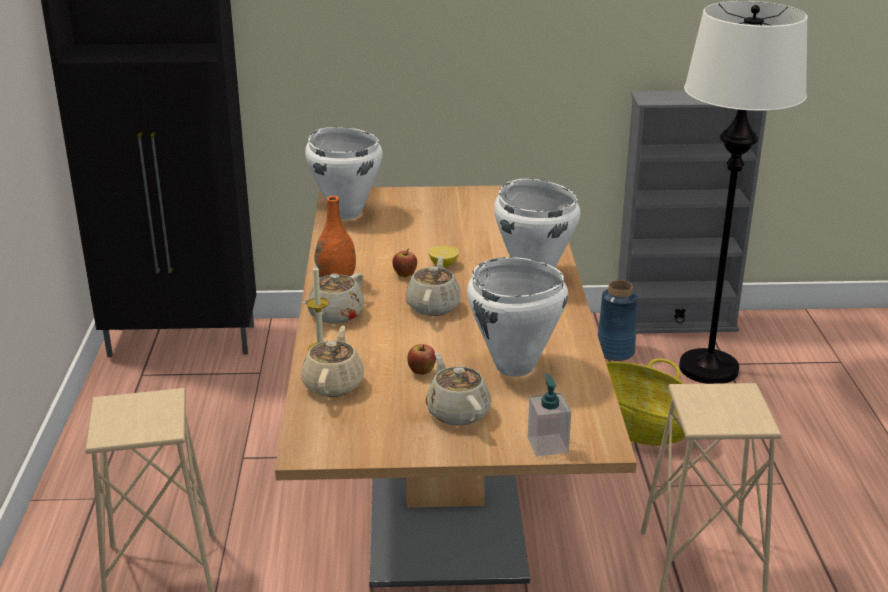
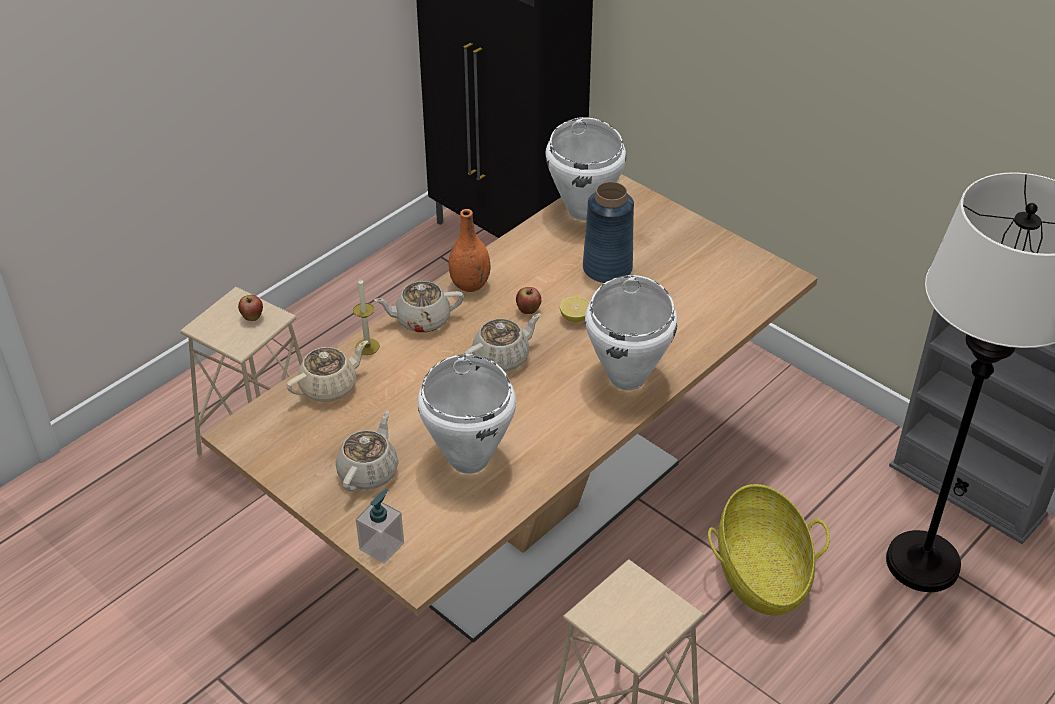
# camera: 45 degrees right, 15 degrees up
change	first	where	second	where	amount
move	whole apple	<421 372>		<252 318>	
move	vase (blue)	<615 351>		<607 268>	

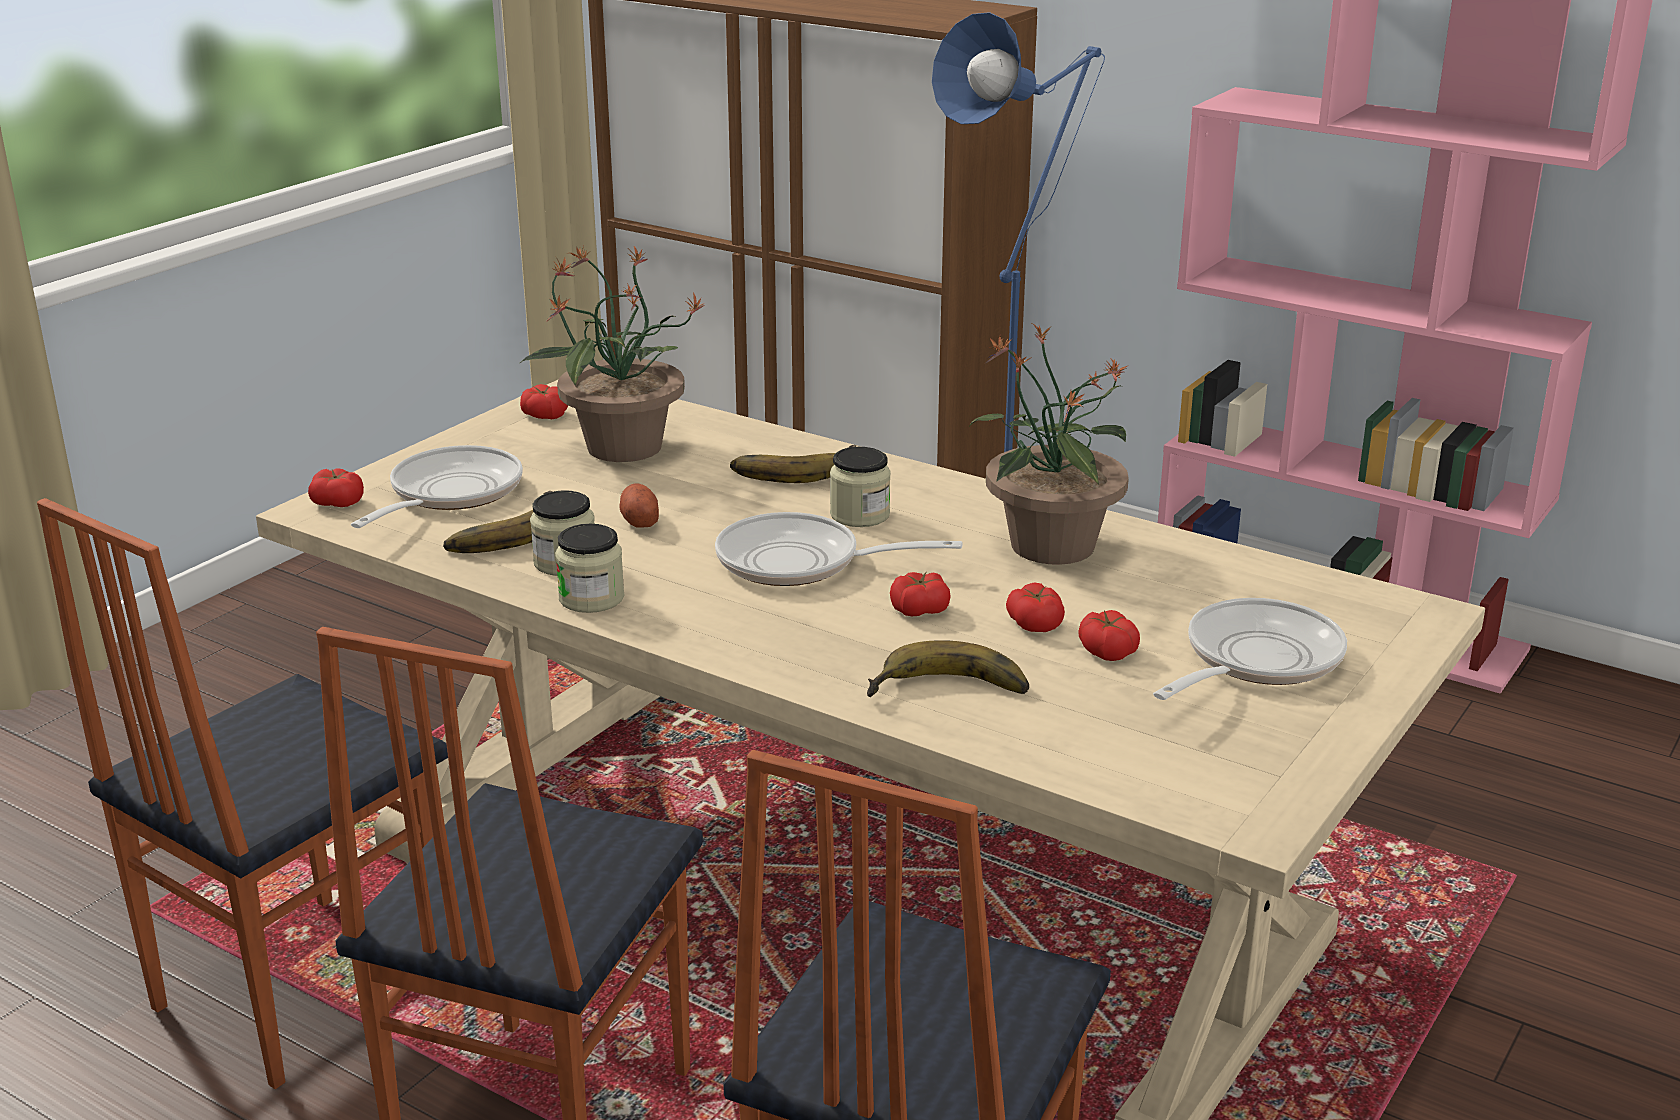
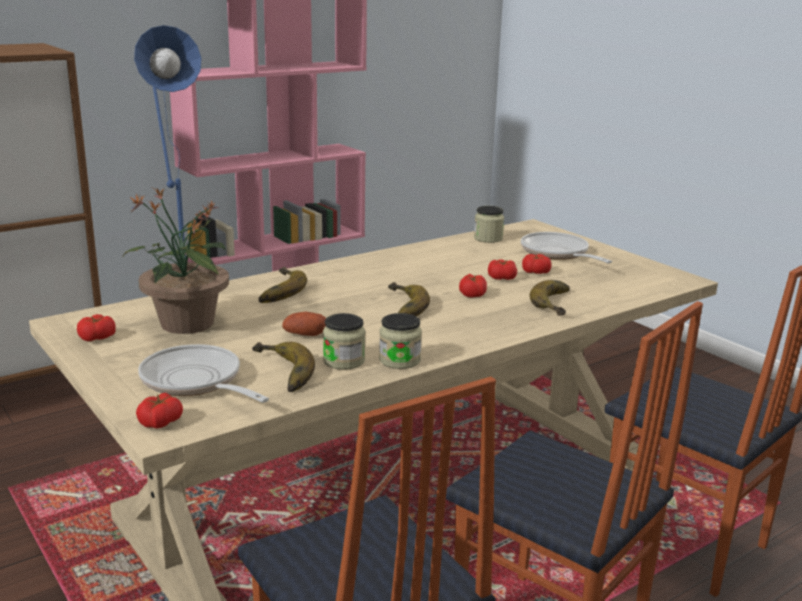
# camera: 70 degrees left, 5 degrees down
change	first	where	second	where	amount
replace	frying pan	<801 563>	banana	<399 307>	
move	jar	<860 515>		<488 238>	
delete	houseplant	<1050 547>			

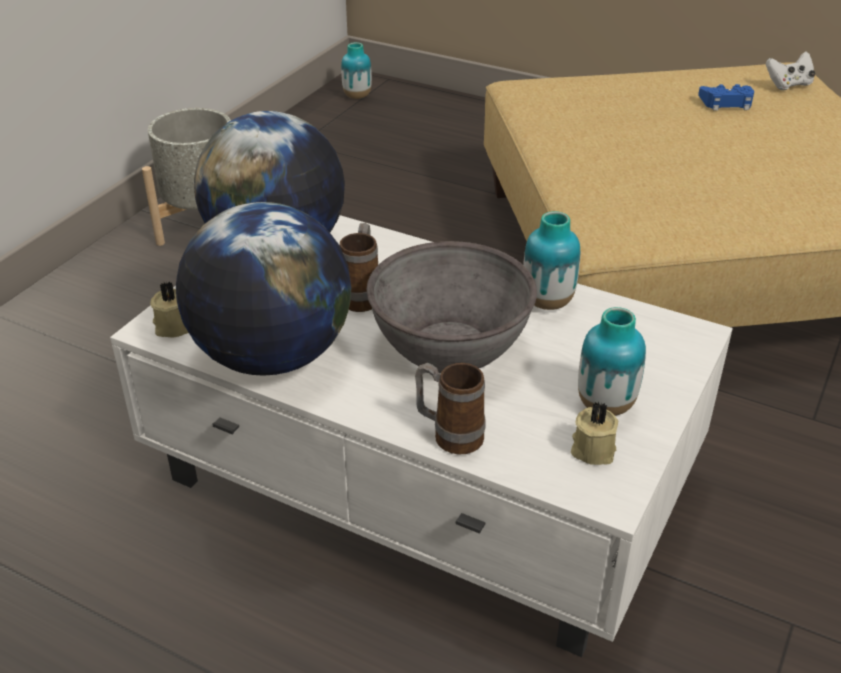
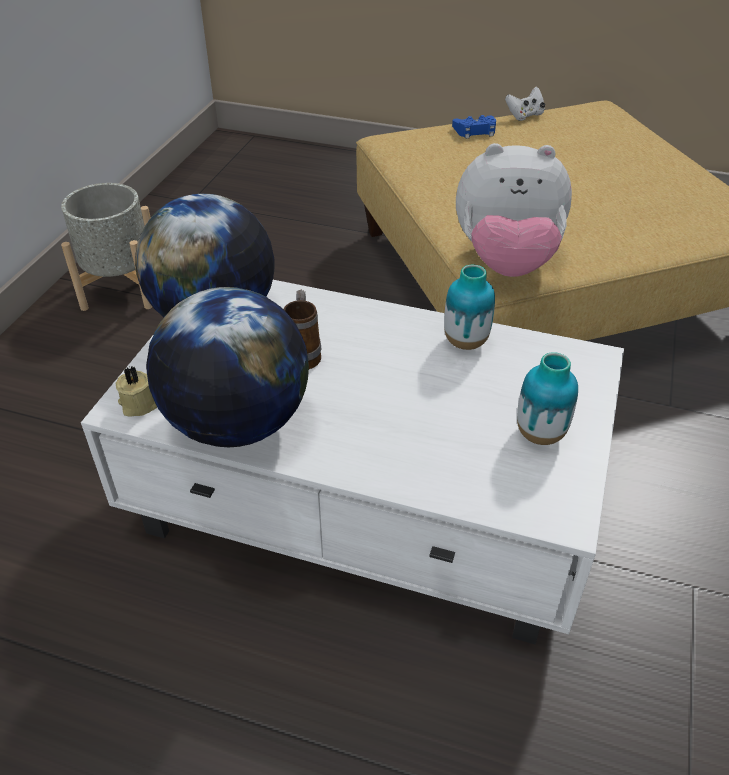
# camera: 10 degrees left, 5 degrees up
change	first	where	second	where	amount
delete	vase	<357 96>			
delete	bowl (greyish)	<449 347>			
delete	mug	<449 435>			
delete	candle (beige-coloured)	<592 449>			
move	game controller (blue)	<726 103>		<475 131>	
move	game controller (whitish)	<788 85>		<524 115>	
insert			soft toy	<506 262>	

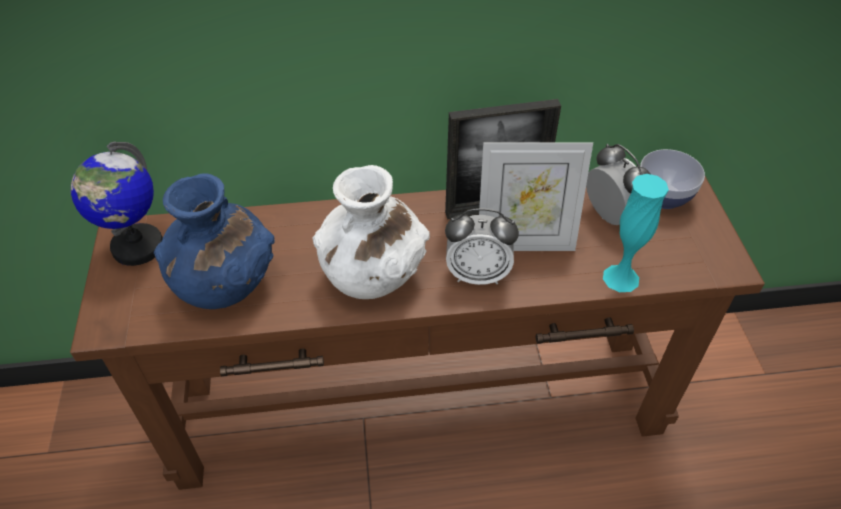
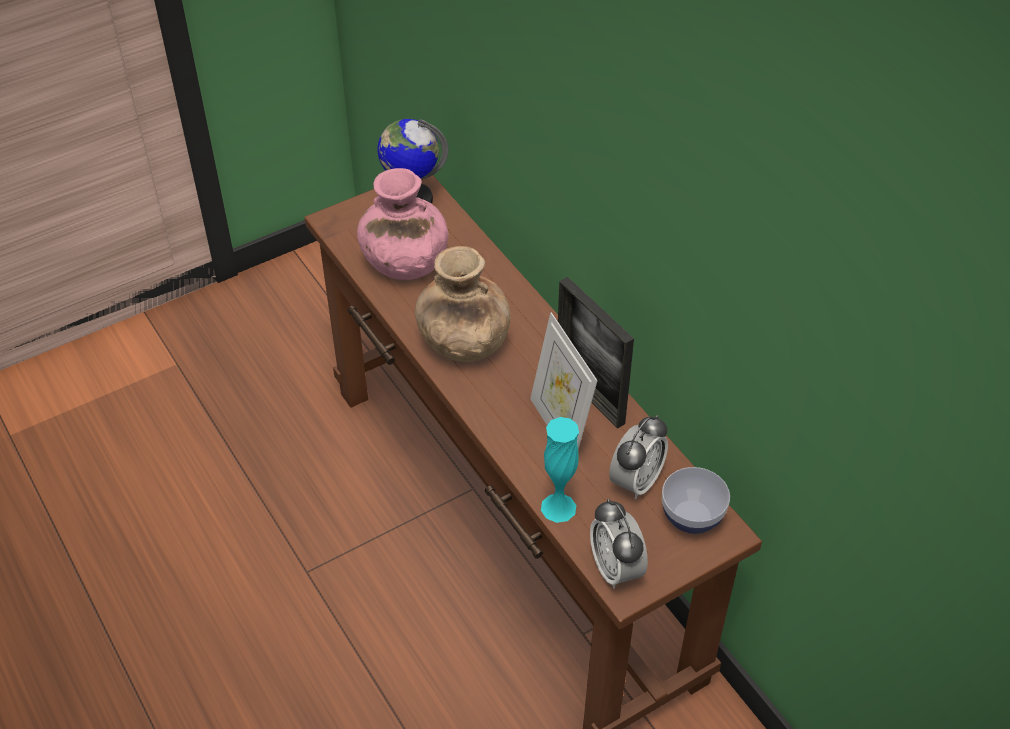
# camera: 65 degrees right, 0 degrees up
change	first	where	second	where	amount
recolor	vase (blue)	<224 284>	vase (pinkish)	<404 263>	
recolor	vase (whitish)	<372 275>	vase (brown-coloured)	<463 343>	
move	alarm clock	<477 274>		<616 569>	

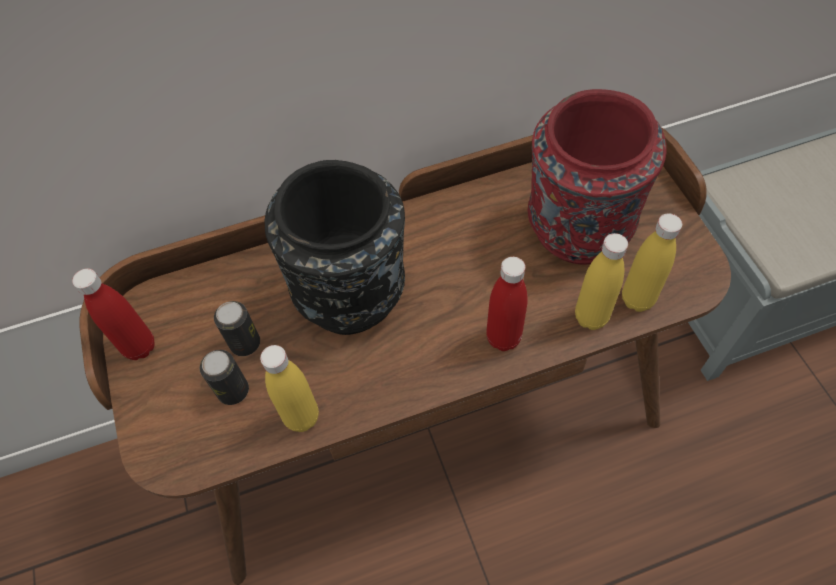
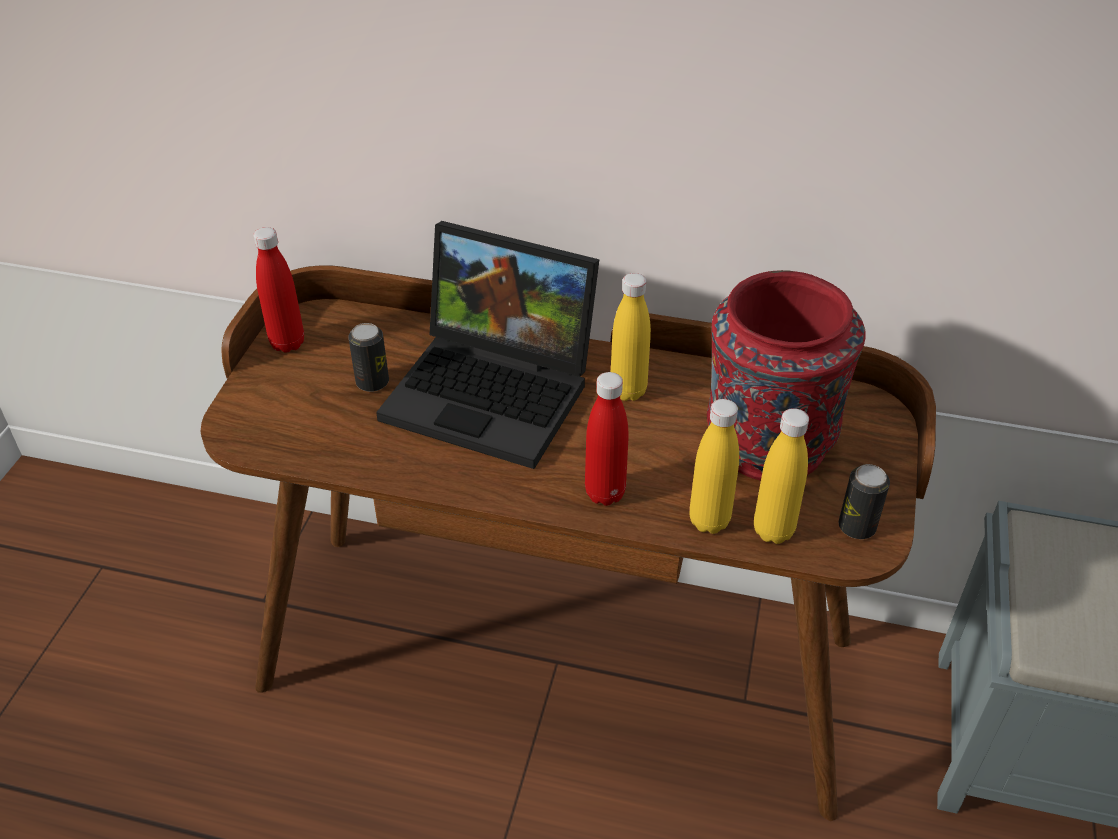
# camera: 30 degrees right, 15 degrees down
change	first	where	second	where	amount
move	can	<233 391>		<857 527>	
move	bottle (yellow)	<301 417>		<628 391>	
replace	vase (blackish)	<352 295>	notebook computer	<496 392>	

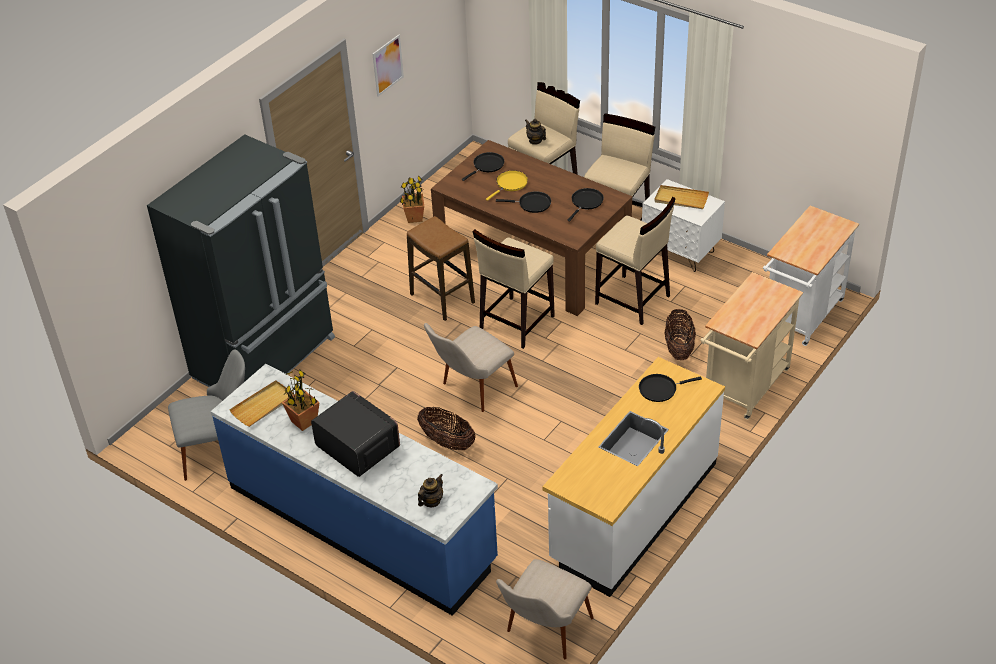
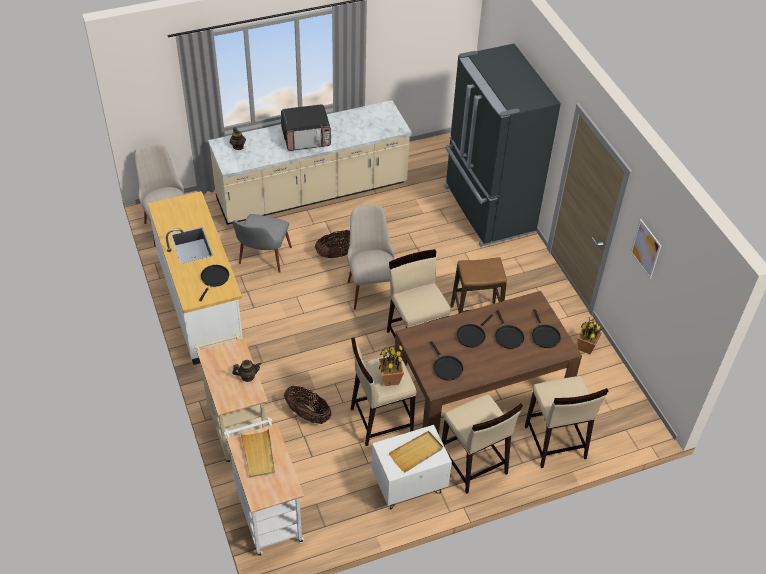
# camera: 120 degrees right, 5 degrees up
change	first	where	second	where	amount
move	plain chair (greyish)	<218 449>		<262 261>	
recolor	kitchen base unit (blue)	<361 523>	kitchen base unit (beige-coloured)	<312 193>	
move	carrying tray (beige-coloured)	<263 405>		<258 454>	
move	houseplant	<304 421>		<390 379>	
recolor	frying pan (yellow)	<510 184>	frying pan (blackish)	<508 336>	
move	teapot	<535 140>		<247 376>	

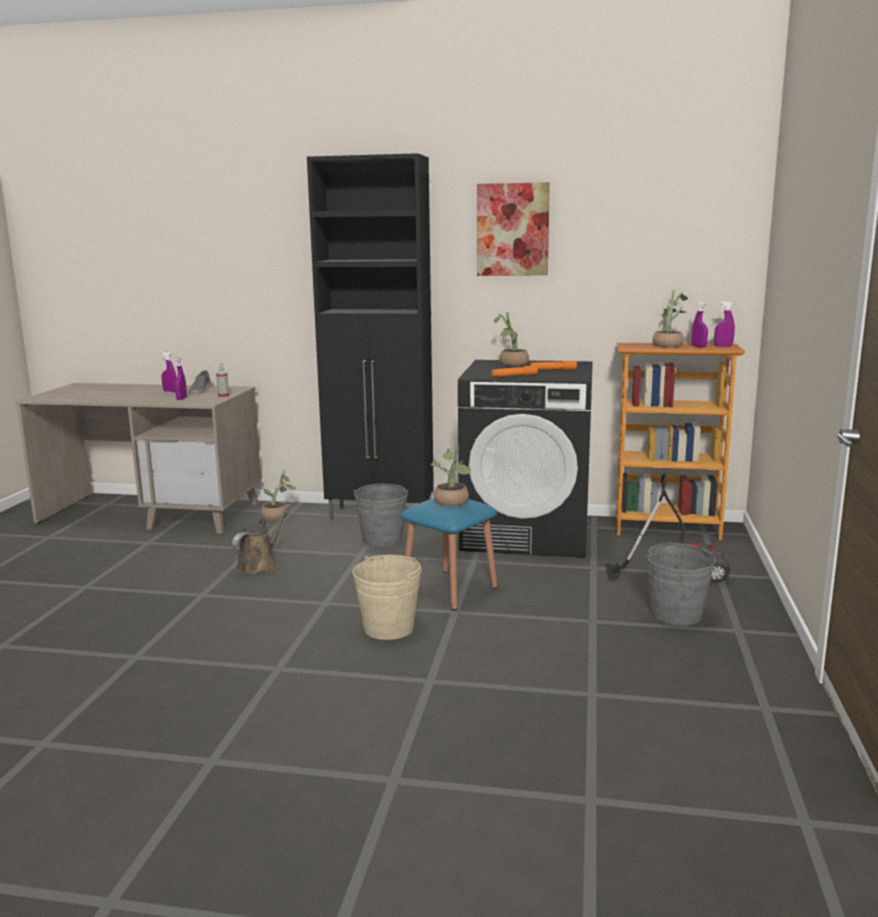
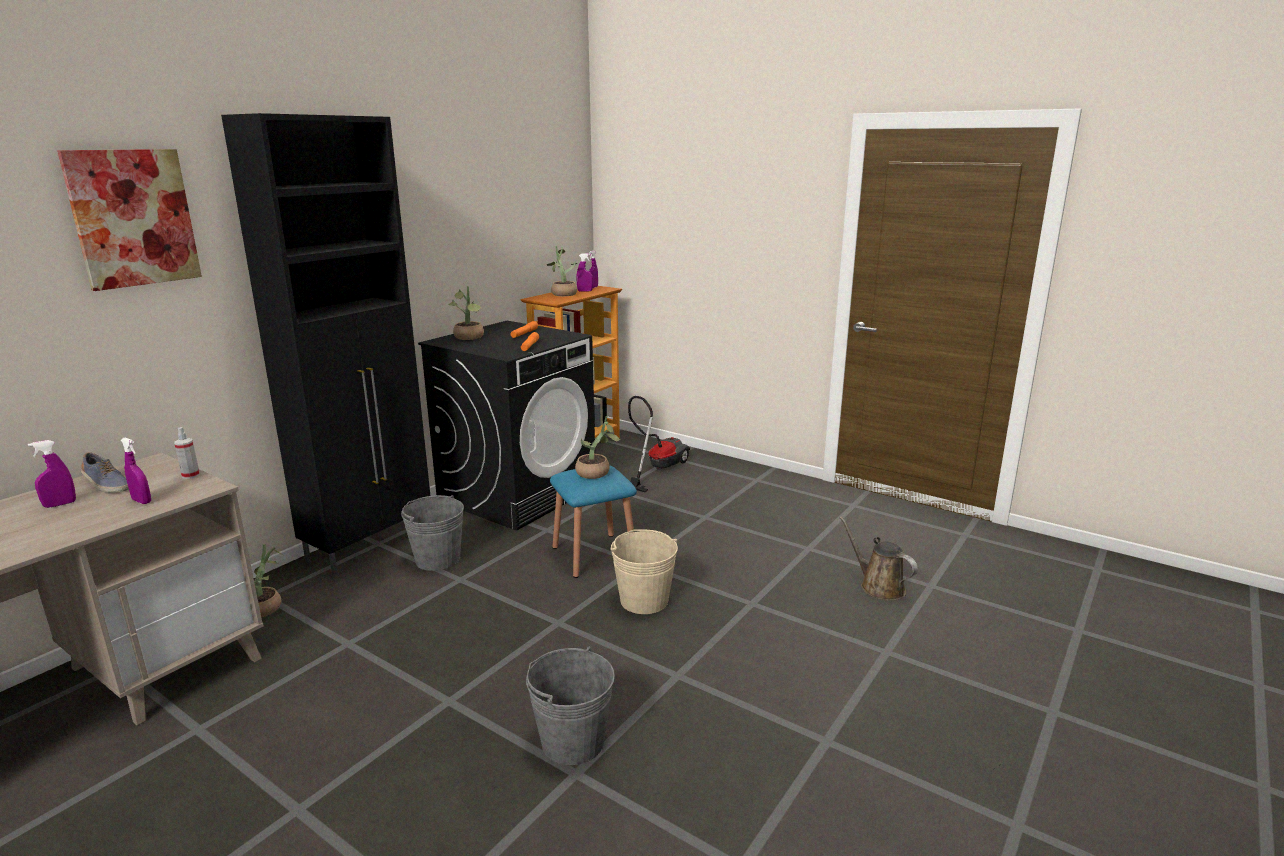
# camera: 65 degrees left, 5 degrees up
change	first	where	second	where	amount
move	sprinkling can (brown-coloured)	<259 565>		<878 586>	
move	picture	<512 230>		<133 218>	
move	water bucket (greyish)	<676 614>		<573 741>	

